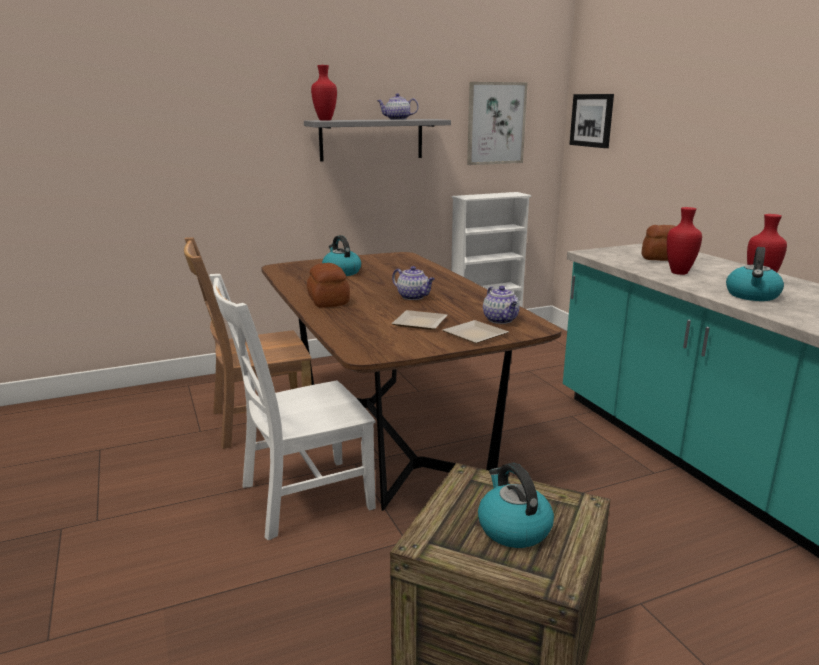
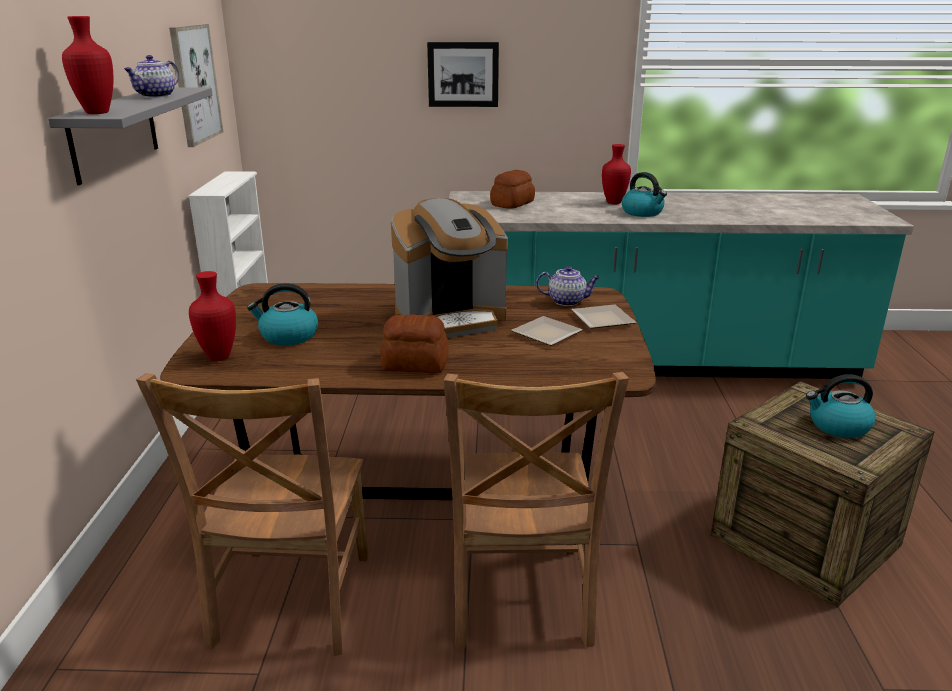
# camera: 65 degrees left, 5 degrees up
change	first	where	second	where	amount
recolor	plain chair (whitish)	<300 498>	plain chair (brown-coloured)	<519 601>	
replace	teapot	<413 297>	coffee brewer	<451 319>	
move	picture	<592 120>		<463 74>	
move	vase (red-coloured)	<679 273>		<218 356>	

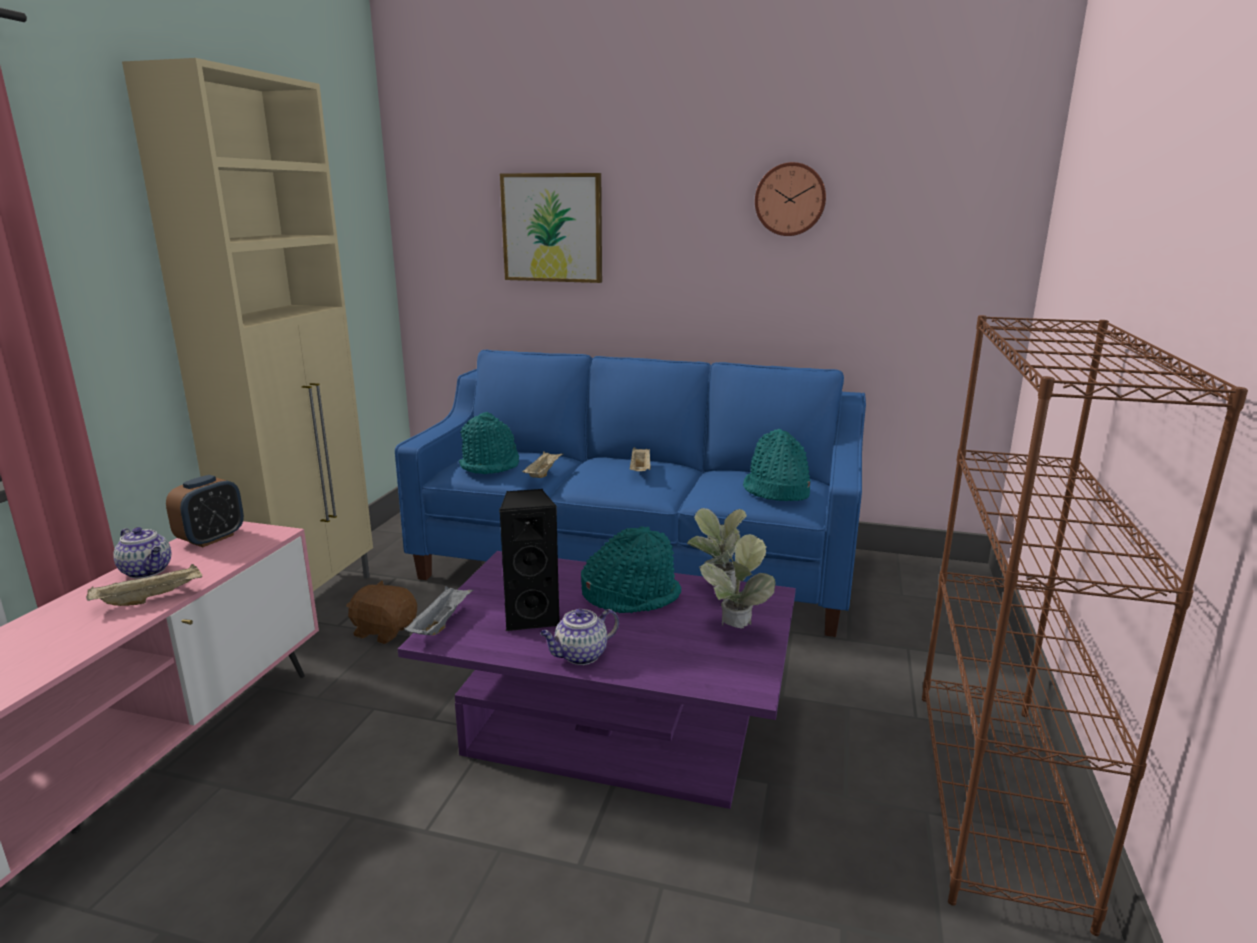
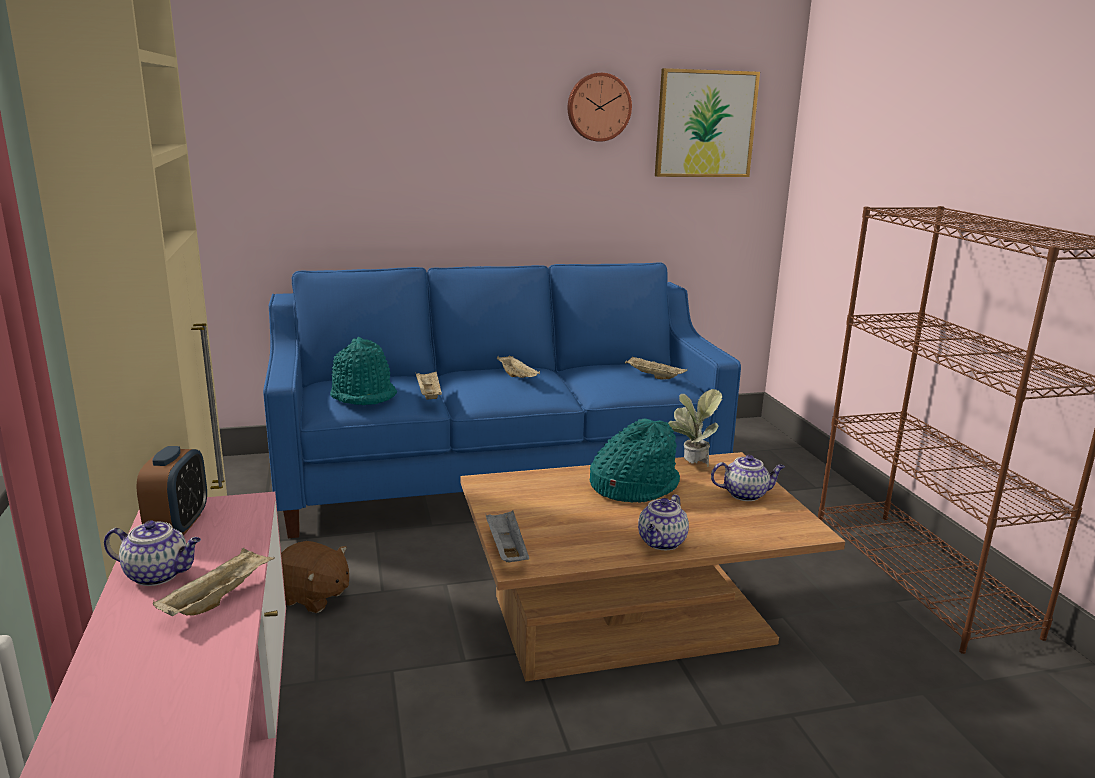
# camera: 30 degrees left, 0 degrees up
change	first	where	second	where	amount
rotate	soft toy (brown-coloured)	<384 631>		<312 597>	150 degrees counterclockwise
recolor	coffee table (purple-coloured)	<611 732>	coffee table (brown-coloured)	<632 619>	
delete	audio speaker (blackish)	<532 617>			
move	picture	<552 228>		<705 124>	
replace	houseplant	<734 632>	teapot	<746 494>	
replace	clothing hat (turquoise-coloured)	<776 491>	carrying tray (beige-coloured)	<653 376>	

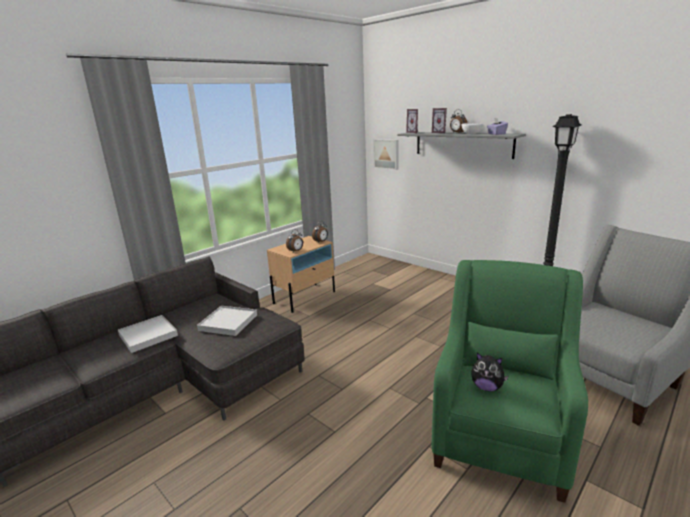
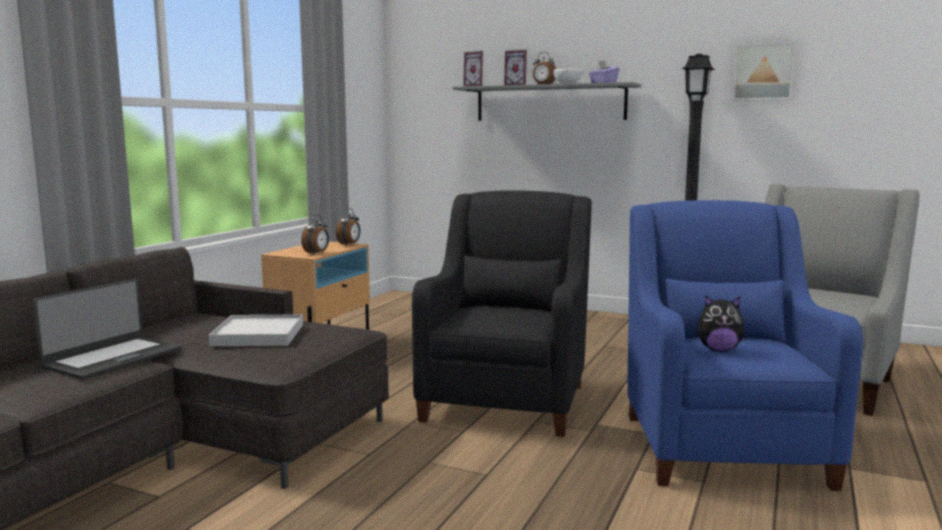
# camera: 20 degrees left, 10 degrees down
change	first	where	second	where	amount
replace	carrying tray (whitish)	<148 335>	notebook computer	<112 358>	
move	picture	<386 154>		<763 72>	
recolor	lounge chair (greenish)	<500 433>	lounge chair (blue)	<720 443>	
insert			lounge chair (blackish)	<507 398>	

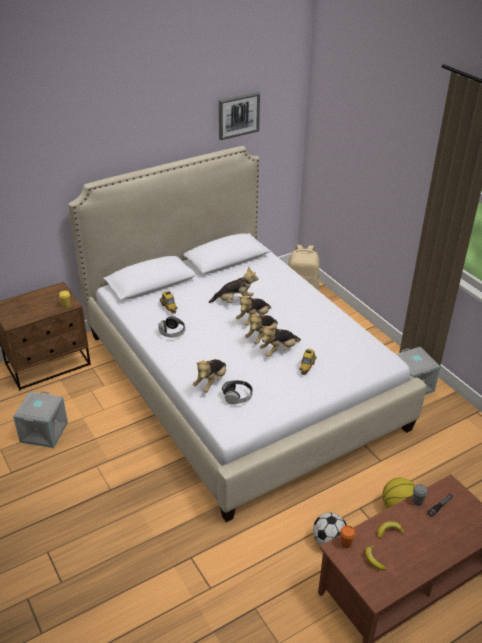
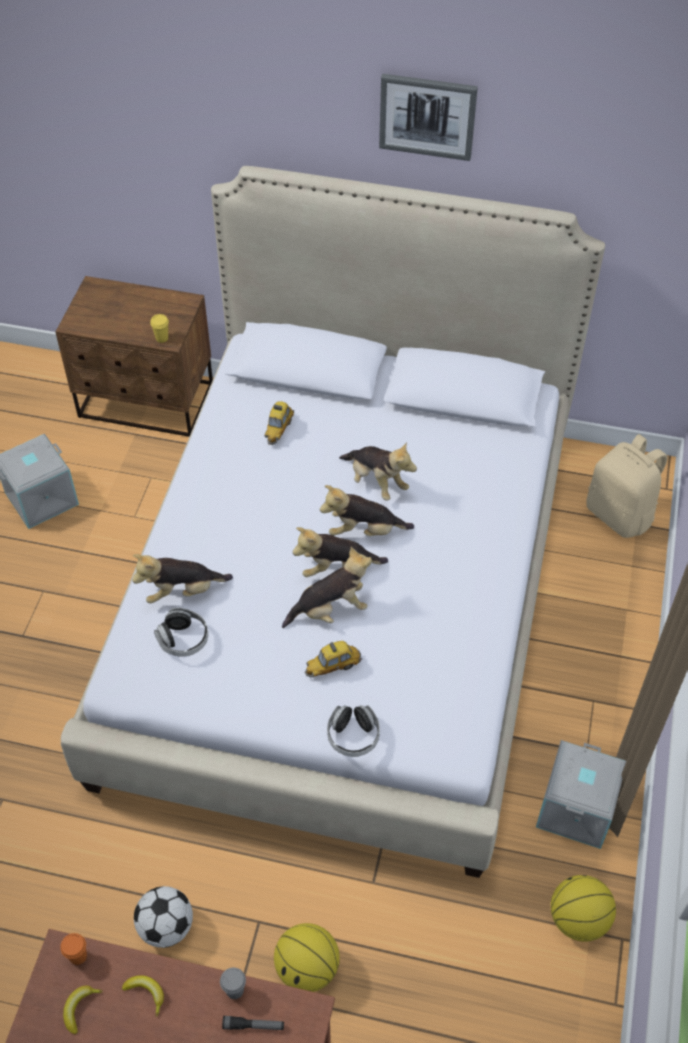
# camera: 45 degrees right, 15 degrees up
change	first	where	second	where	amount
move	pair of headphones	<172 333>		<353 736>	
move	picture	<238 115>		<427 116>	
rotate	soft toy	<279 351>		<331 610>	150 degrees clockwise
insert			basketball	<577 919>	

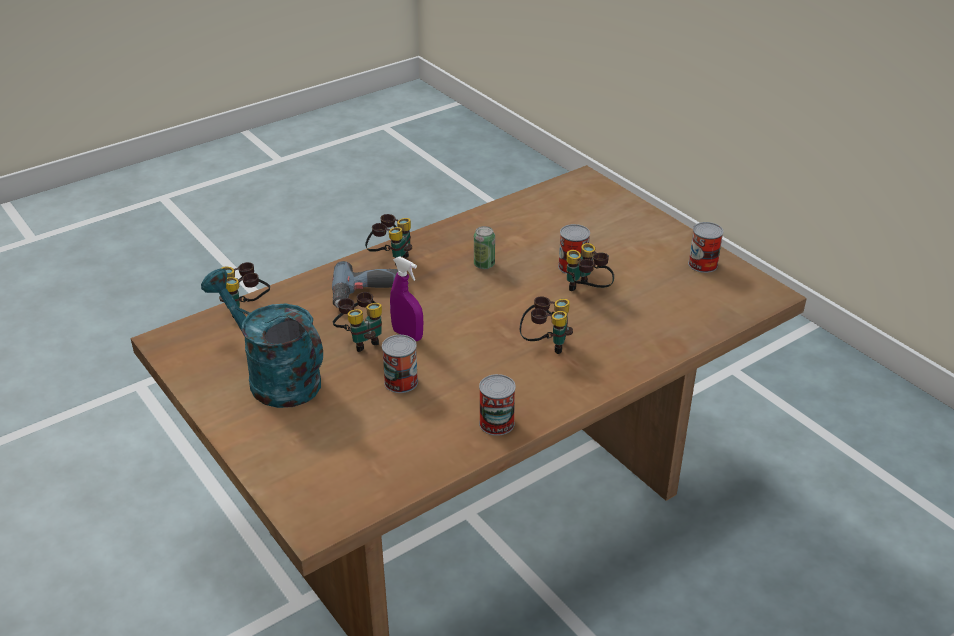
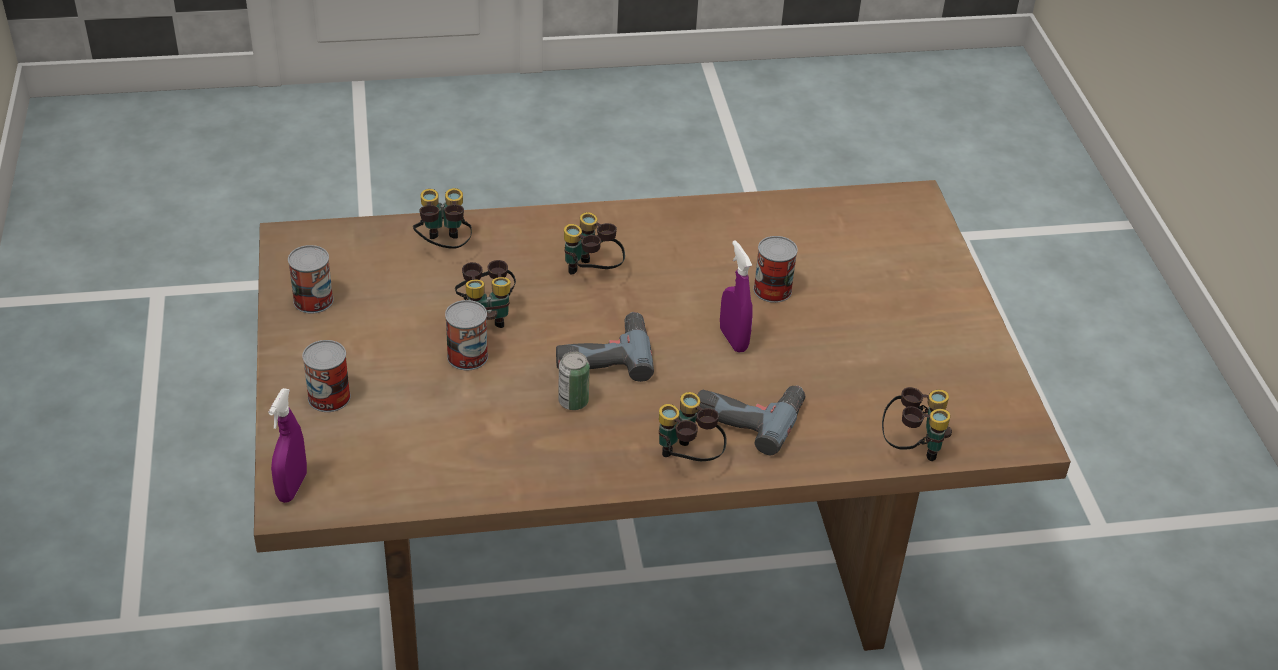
# camera: 155 degrees left, 5 degrees up
change	first	where	second	where	amount
delete	sprinkling can (turquoise-coloured)	<274 378>			
move	field glasses	<361 340>		<443 247>	
move	can	<496 423>		<329 397>	
insert			hand sprayer (purple-coloured)	<292 487>	
insert			drill	<602 353>	

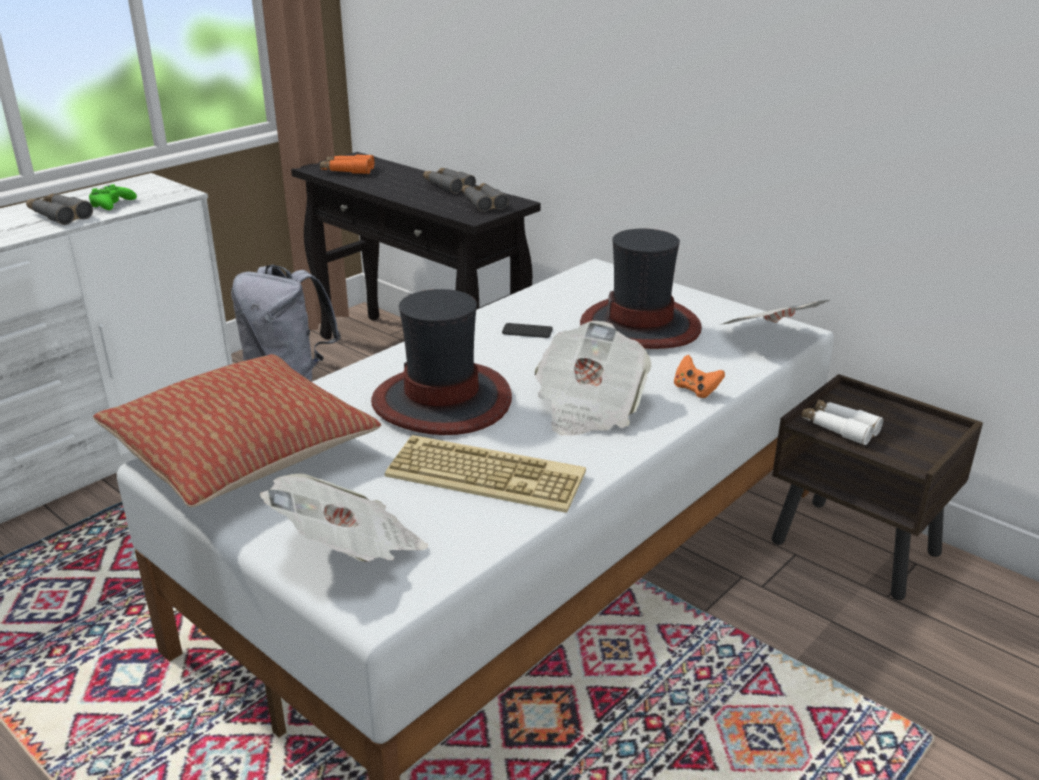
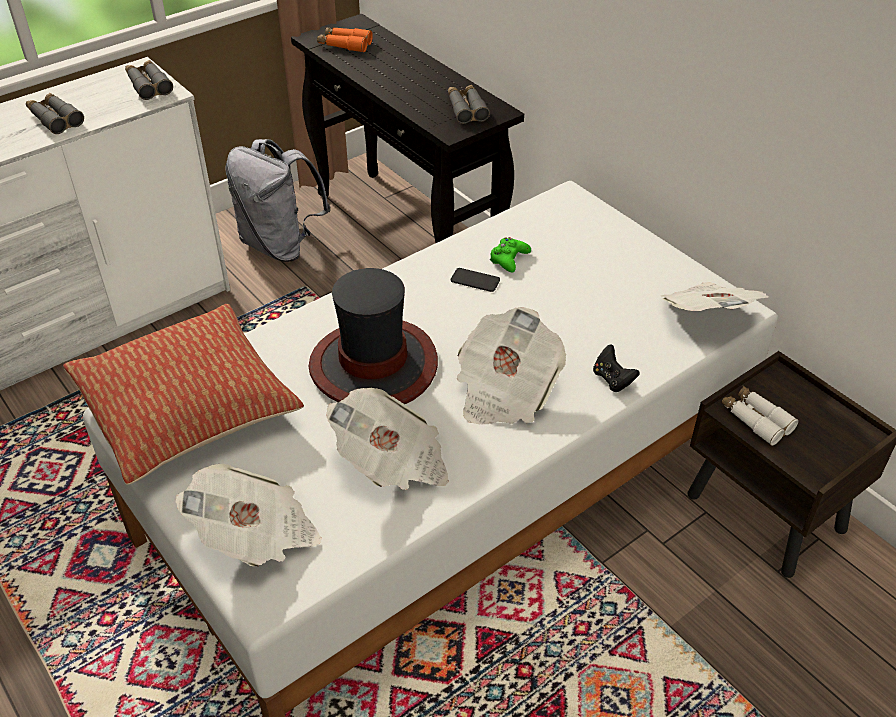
# camera: 10 degrees right, 15 degrees up
change	first	where	second	where	amount
move	game controller (greenish)	<112 204>		<508 259>	
replace	PC keyboard	<488 474>	newspaper	<392 462>	
move	field glasses (greyish)	<448 186>		<149 85>	
delete	clothing hat	<641 326>			
recolor	game controller (orangey)	<695 390>	game controller (blackish)	<612 379>	

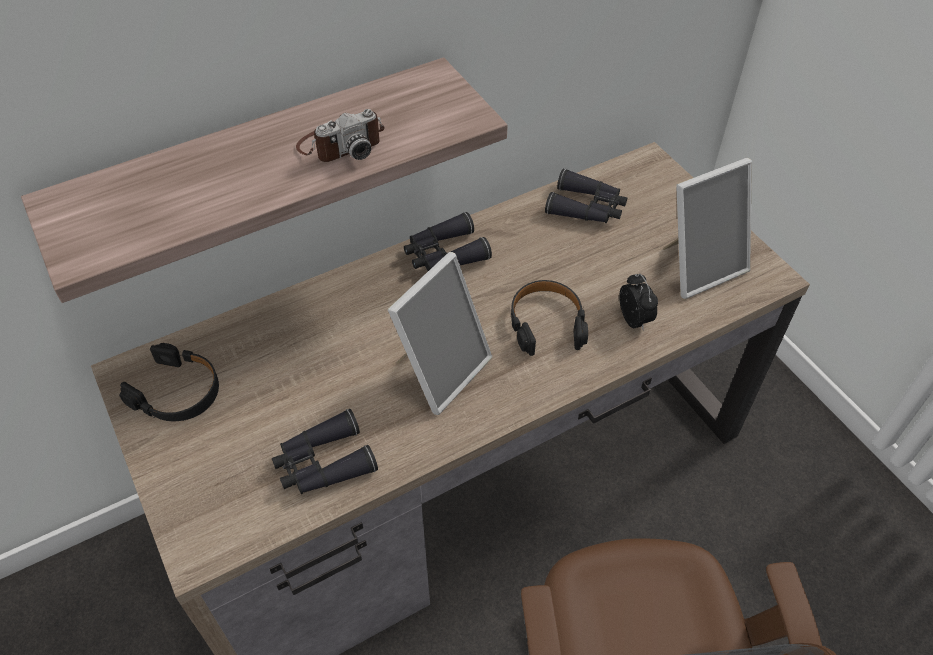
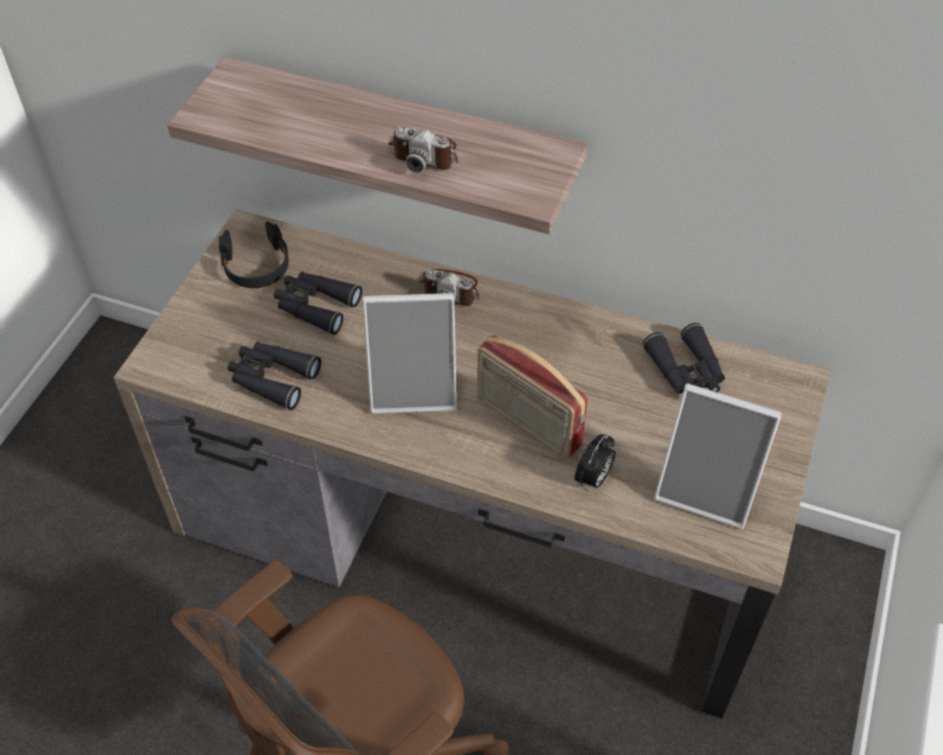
# camera: 50 degrees right, 0 degrees up
change	first	where	second	where	amount
move	field glasses (blackish)	<444 254>		<315 306>	
replace	pair of headphones (blackish)	<546 323>	radio receiver	<527 423>	
insert			photo camera	<451 290>	

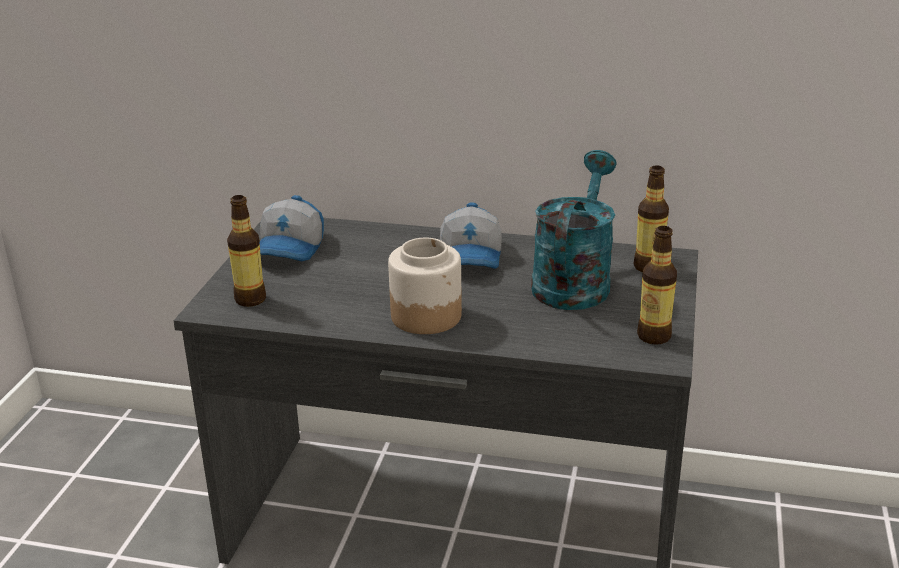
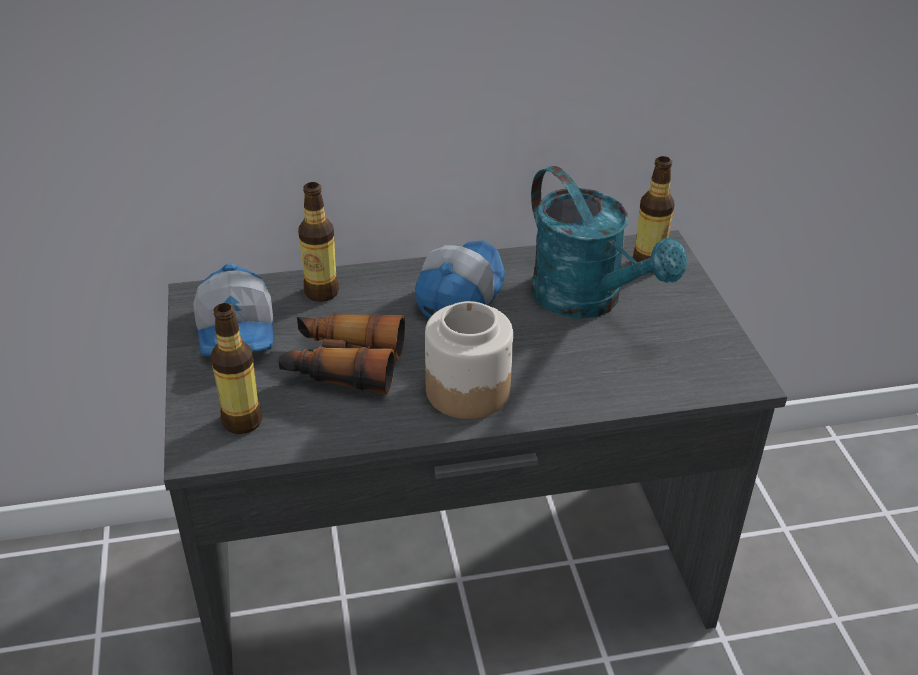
# camera: 25 degrees left, 10 degrees up
change	first	where	second	where	amount
rotate	peaked cap	<472 257>		<458 293>	135 degrees counterclockwise
rotate	sprinkling can (turquoise-coloured)	<574 281>		<588 301>	150 degrees clockwise
move	bottle	<654 336>		<321 292>	
insert			field glasses	<343 365>	

